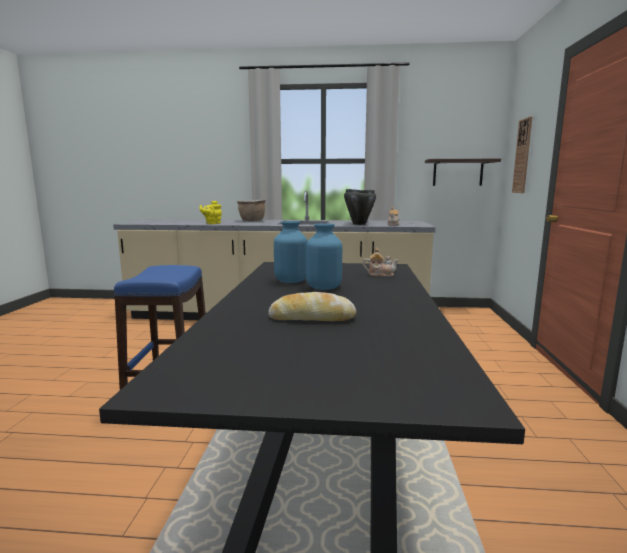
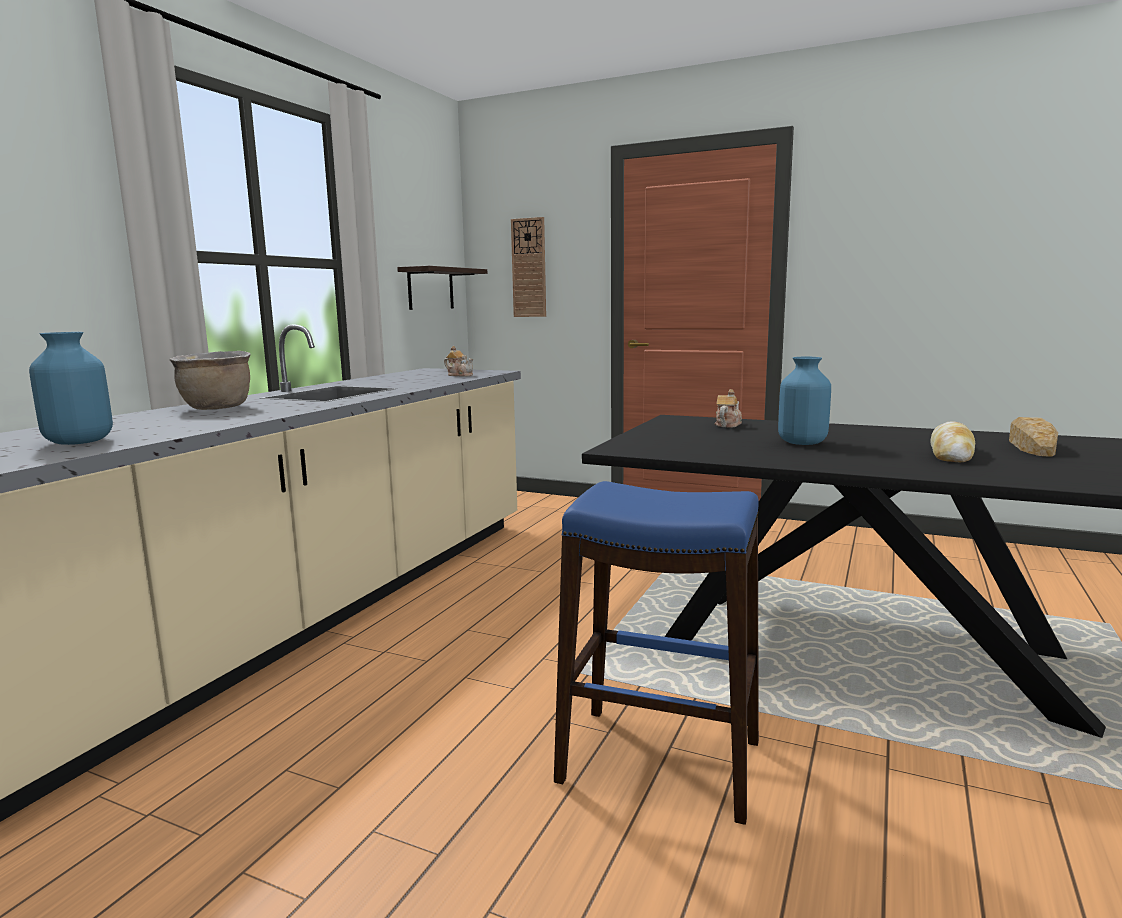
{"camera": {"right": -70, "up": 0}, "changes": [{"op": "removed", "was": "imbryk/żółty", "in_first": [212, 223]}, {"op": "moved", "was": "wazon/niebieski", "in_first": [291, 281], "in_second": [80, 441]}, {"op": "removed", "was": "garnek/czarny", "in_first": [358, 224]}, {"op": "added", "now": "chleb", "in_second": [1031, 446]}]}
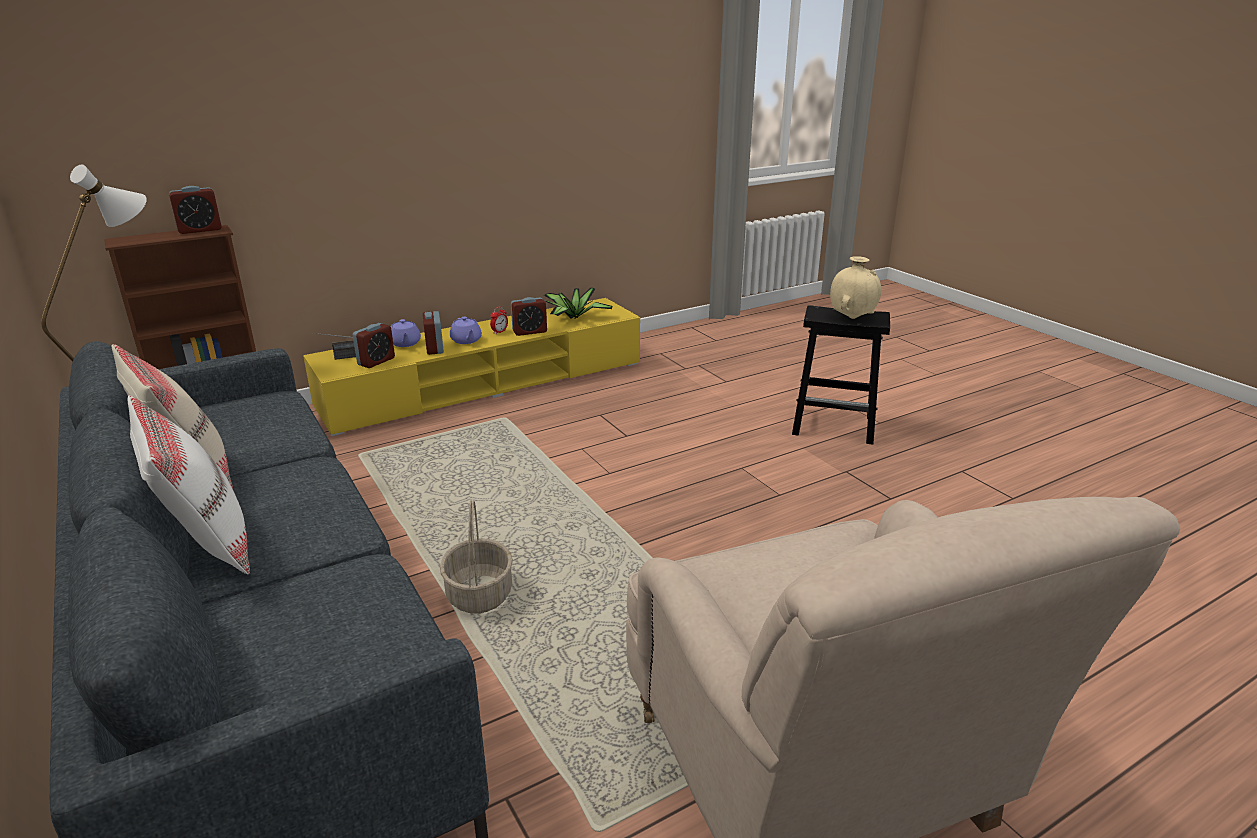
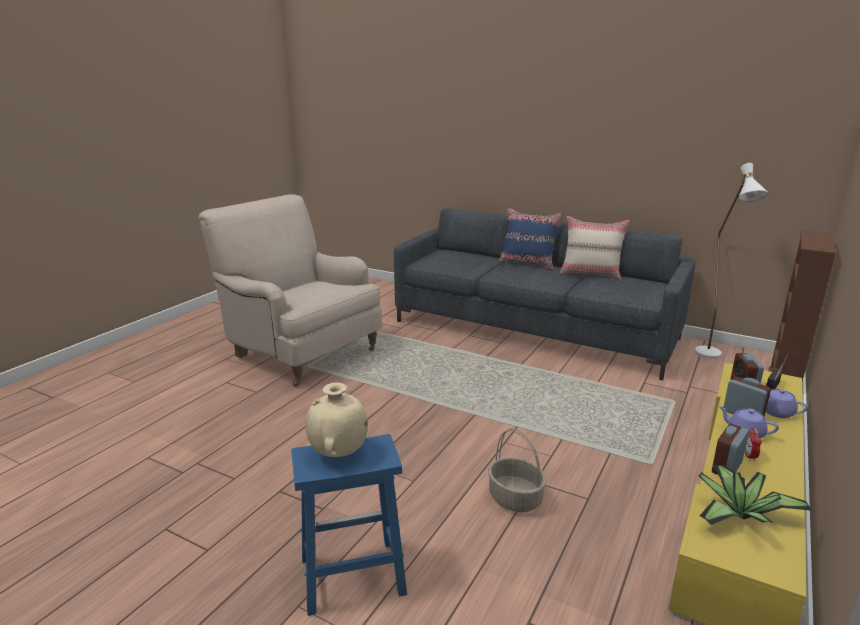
{"camera": {"right": 150, "up": -5}, "changes": [{"op": "recoloured", "was": "poduszka/biały", "now": "poduszka/niebieski", "in_first": [206, 543], "in_second": [528, 264]}, {"op": "removed", "was": "budzik", "in_first": [200, 230]}, {"op": "moved", "was": "koszyk", "in_first": [478, 594], "in_second": [516, 498]}, {"op": "recoloured", "was": "stołek/czarny", "now": "stołek/niebieski", "in_first": [835, 425], "in_second": [350, 576]}]}
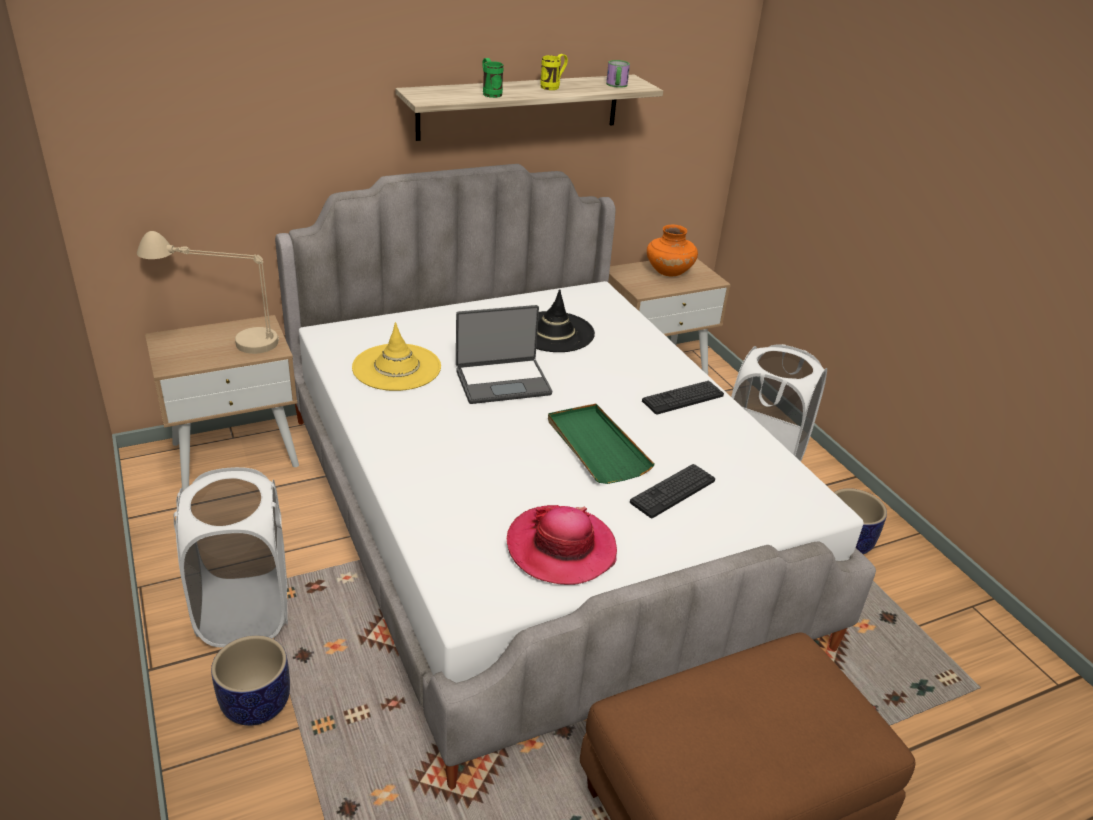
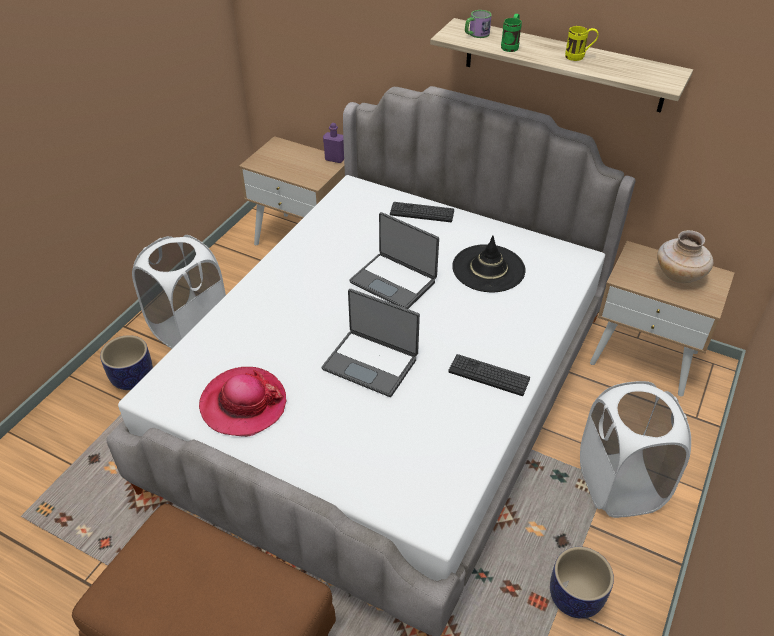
{"camera": {"right": 55, "up": 10}, "changes": [{"op": "removed", "was": "lampa stołowa/beżowy", "in_first": [220, 340]}, {"op": "removed", "was": "kapelusz/żółty", "in_first": [397, 368]}, {"op": "replaced", "was": "taca/zielony", "now": "laptop", "in_first": [596, 446], "in_second": [371, 363]}, {"op": "moved", "was": "kubek", "in_first": [616, 85], "in_second": [476, 34]}, {"op": "moved", "was": "klawiatura", "in_first": [673, 491], "in_second": [422, 213]}, {"op": "recoloured", "was": "wazon/pomarańczowy", "now": "wazon/beżowy", "in_first": [668, 272], "in_second": [679, 275]}, {"op": "added", "now": "butelka/fioletowy", "in_second": [334, 159]}]}
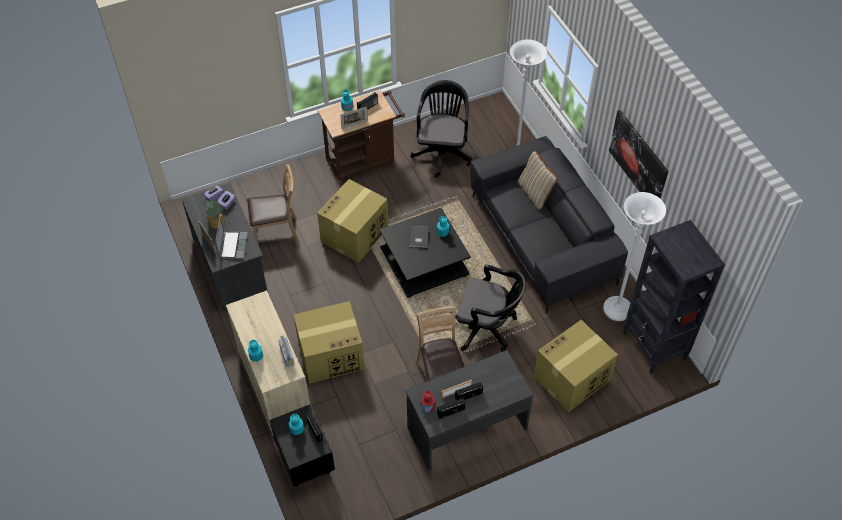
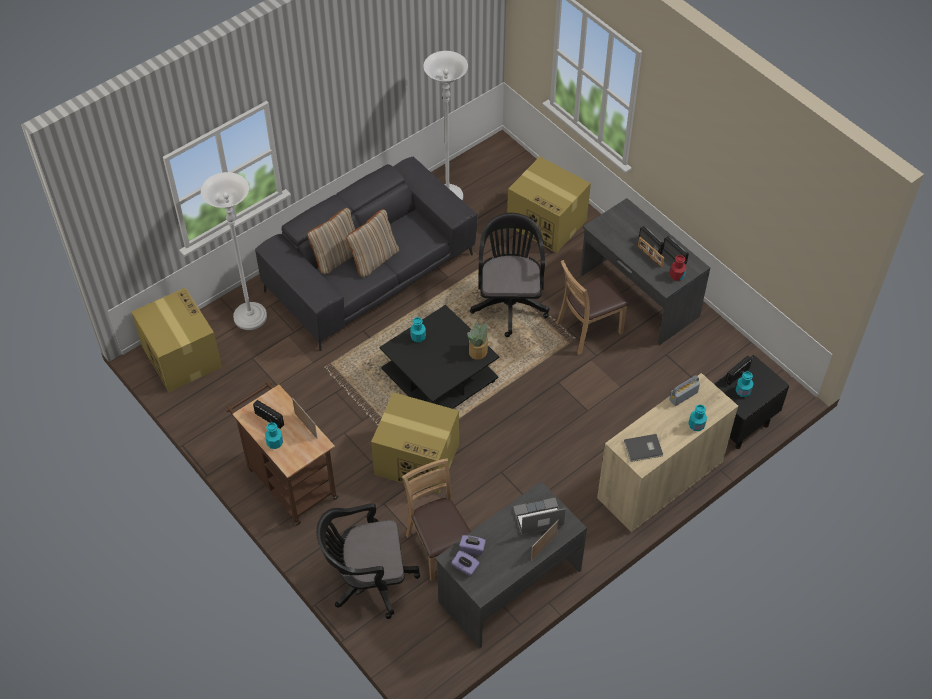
{"camera": {"right": -105, "up": 0}, "changes": [{"op": "moved", "was": "roślina doniczkowa", "in_first": [216, 223], "in_second": [478, 351]}, {"op": "moved", "was": "karton", "in_first": [331, 355], "in_second": [181, 356]}, {"op": "moved", "was": "krzesło biurowe/czarny", "in_first": [442, 152], "in_second": [368, 580]}, {"op": "moved", "was": "książka/szary", "in_first": [418, 238], "in_second": [644, 449]}, {"op": "removed", "was": "obraz", "in_first": [638, 160]}, {"op": "removed", "was": "regał/czarny", "in_first": [654, 347]}, {"op": "added", "now": "poduszka/beżowy", "in_second": [374, 259]}]}
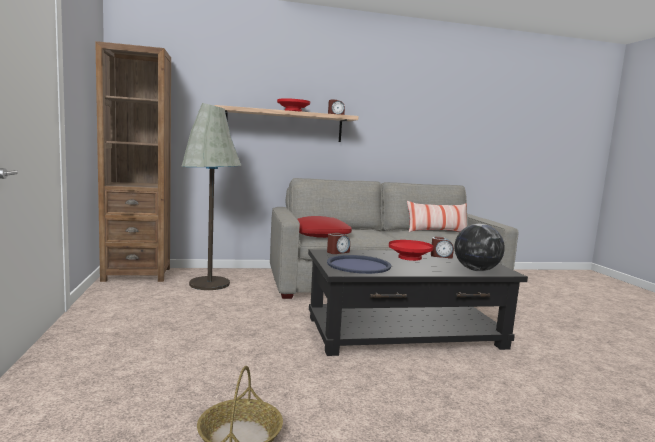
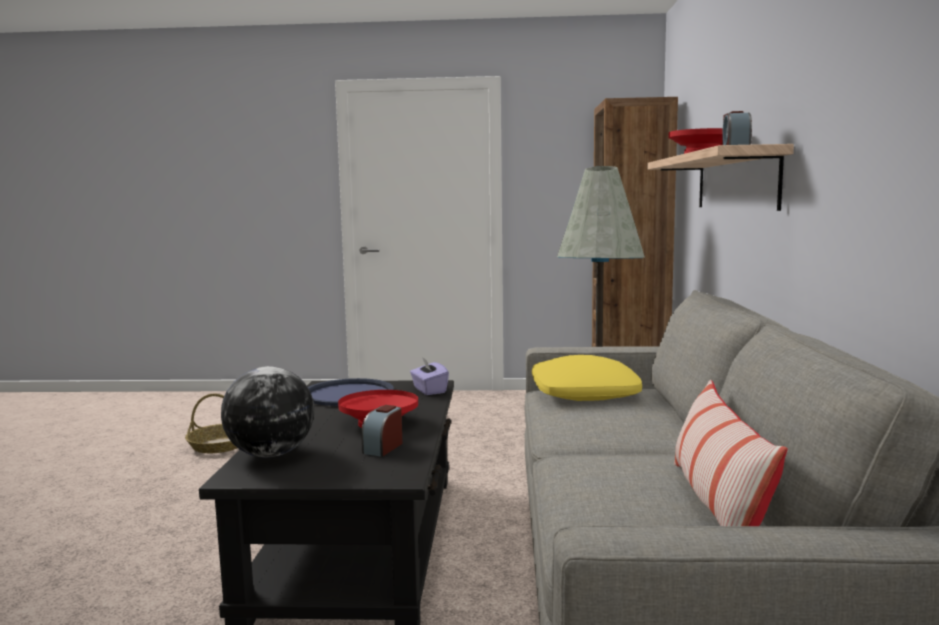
{"camera": {"right": 105, "up": 0}, "changes": [{"op": "recoloured", "was": "poduszka/czerwony", "now": "poduszka/żółty", "in_first": [319, 235], "in_second": [583, 393]}, {"op": "replaced", "was": "budzik", "now": "pudełko chusteczek/fioletowy", "in_first": [338, 252], "in_second": [429, 390]}]}
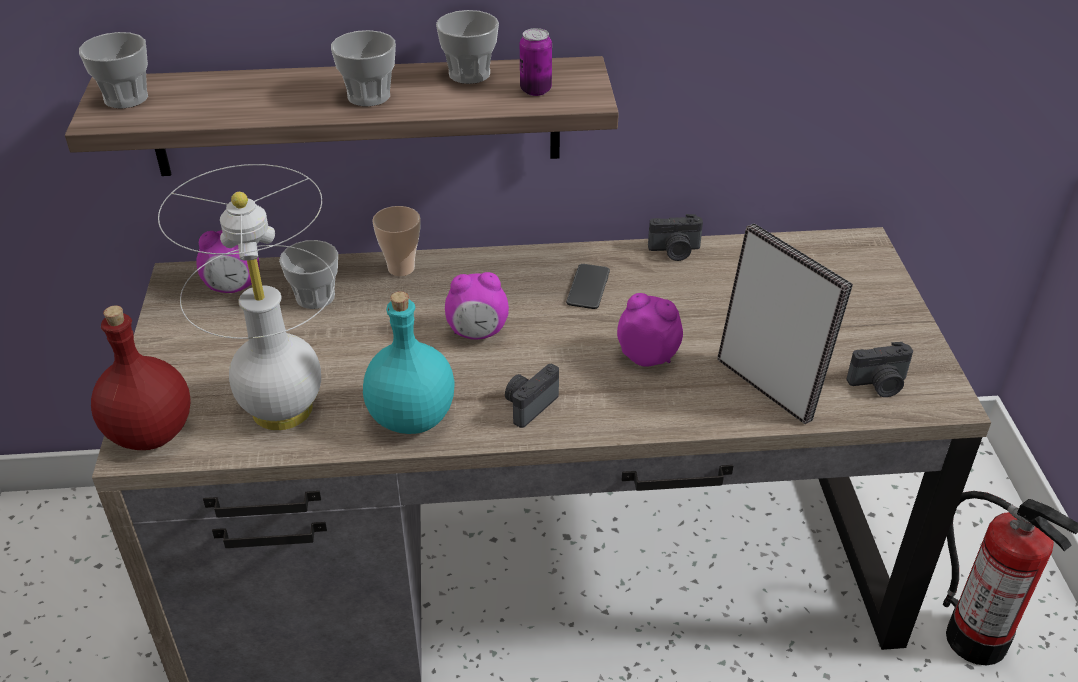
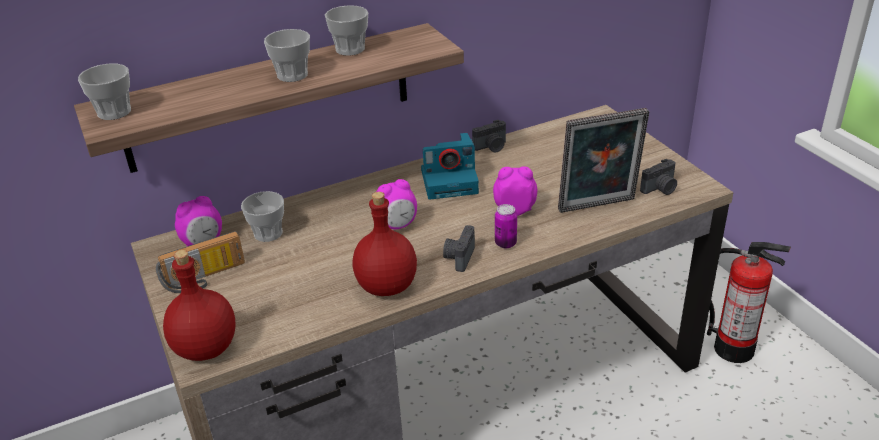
{"camera": {"right": -20, "up": -5}, "changes": [{"op": "removed", "was": "lampa stołowa/biały", "in_first": [281, 410]}, {"op": "recoloured", "was": "butelka/turkusowy", "now": "butelka/czerwony", "in_first": [410, 418], "in_second": [386, 287]}, {"op": "removed", "was": "filiżanka", "in_first": [401, 268]}, {"op": "moved", "was": "puszka", "in_first": [535, 90], "in_second": [505, 243]}, {"op": "replaced", "was": "telefon", "now": "aparat fotograficzny", "in_first": [588, 287], "in_second": [450, 181]}, {"op": "turned", "was": "ramka na zdjęcie", "in_first": [768, 386], "in_second": [598, 207], "clockwise": 135}, {"op": "added", "now": "radio", "in_second": [205, 279]}]}
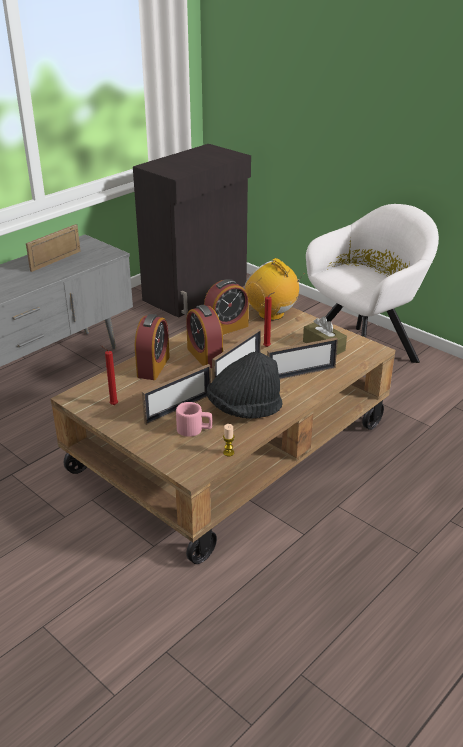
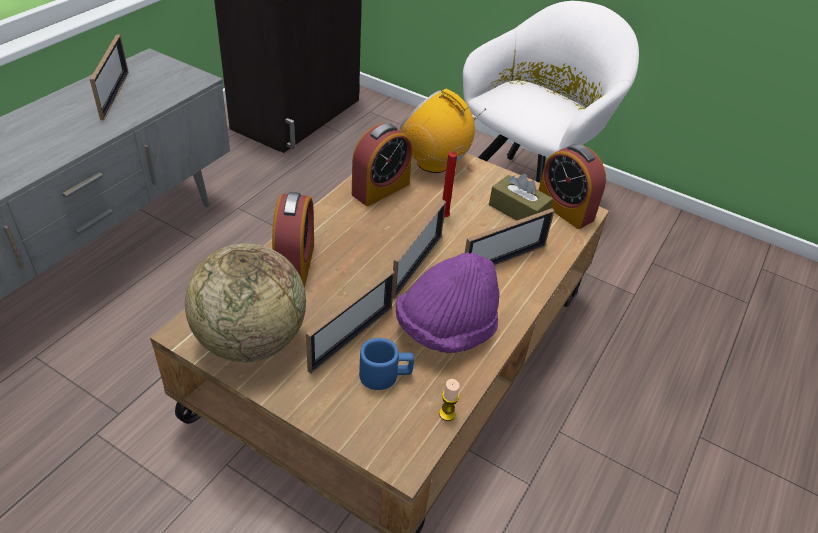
{"camera": {"right": -15, "up": 10}, "changes": [{"op": "turned", "was": "ramka na zdjęcie", "in_first": [56, 261], "in_second": [115, 95], "clockwise": 150}, {"op": "replaced", "was": "świeca/czerwony", "now": "globus", "in_first": [112, 404], "in_second": [251, 340]}, {"op": "recoloured", "was": "kubek/różowy", "now": "kubek/niebieski", "in_first": [194, 429], "in_second": [385, 375]}, {"op": "moved", "was": "budzik", "in_first": [205, 356], "in_second": [564, 209]}, {"op": "recoloured", "was": "kapelusz/czarny", "now": "kapelusz/fioletowy", "in_first": [244, 409], "in_second": [445, 329]}]}
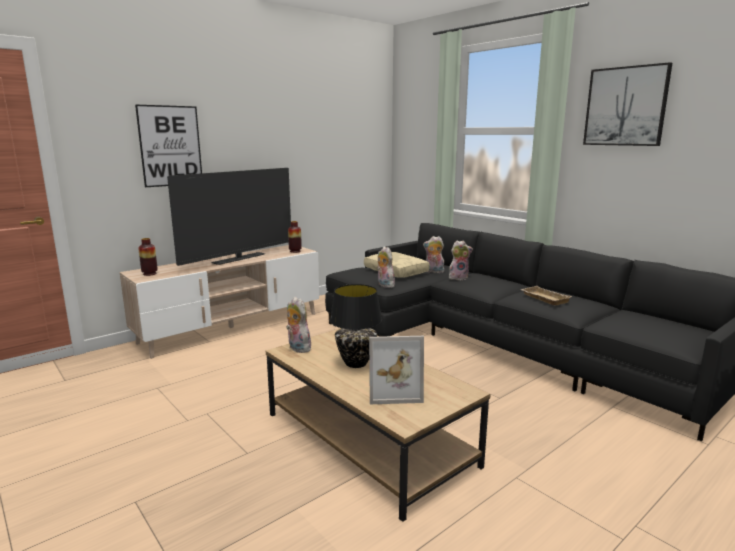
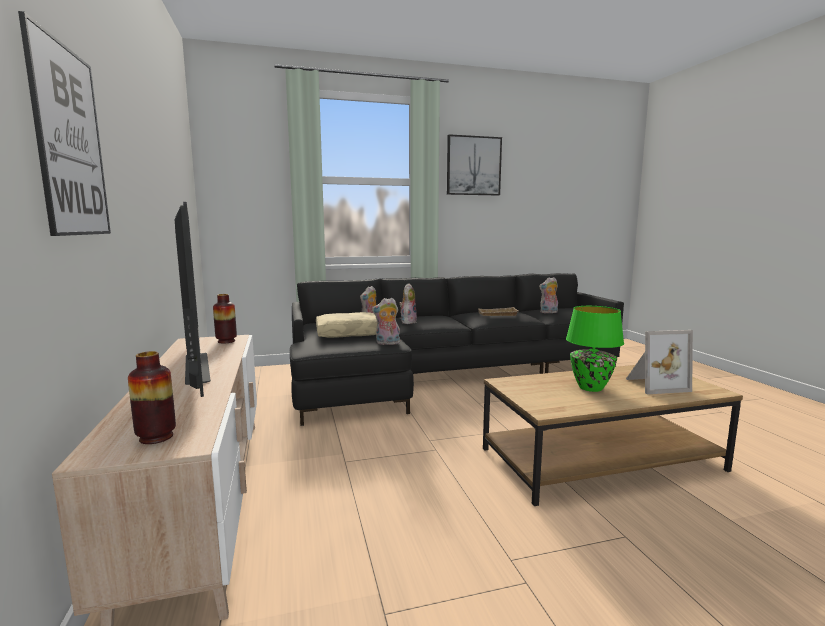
{"camera": {"right": -65, "up": -5}, "changes": [{"op": "moved", "was": "pluszak", "in_first": [297, 348], "in_second": [548, 312]}, {"op": "recoloured", "was": "lampa stołowa/czarny", "now": "lampa stołowa/zielony", "in_first": [356, 363], "in_second": [591, 387]}, {"op": "turned", "was": "ramka na zdjęcie", "in_first": [394, 391], "in_second": [654, 385], "clockwise": 60}]}
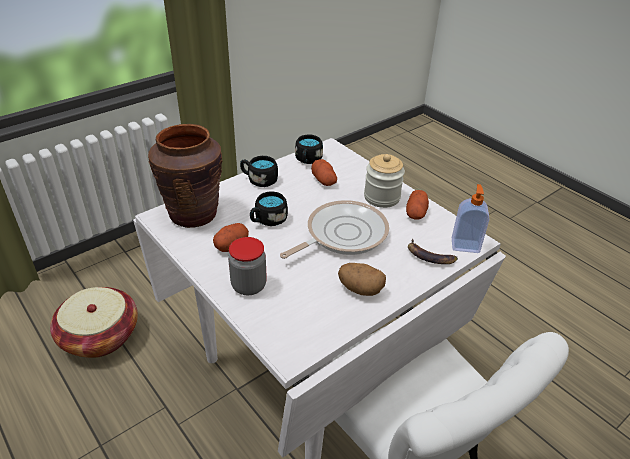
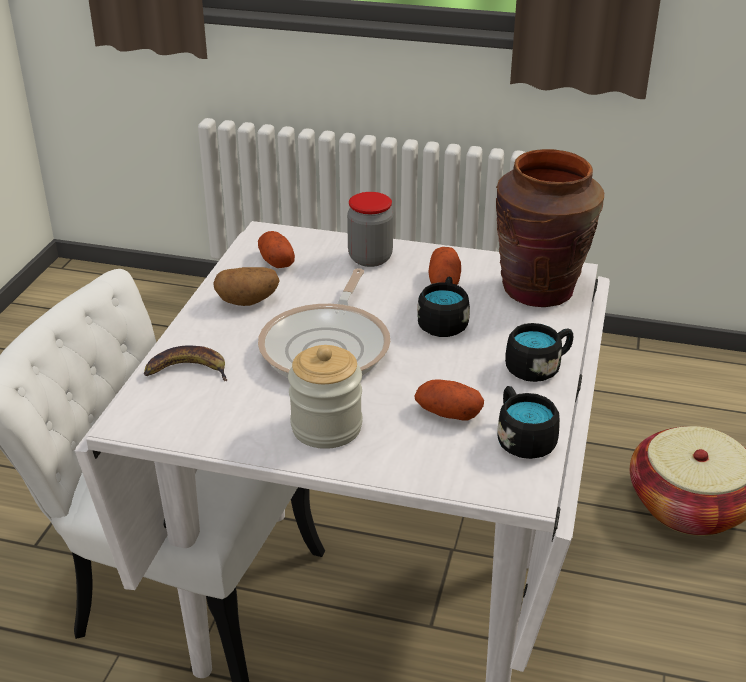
{"camera": {"right": 145, "up": -5}, "changes": [{"op": "moved", "was": "ziemniak", "in_first": [416, 212], "in_second": [276, 261]}, {"op": "removed", "was": "dozownik mydła", "in_first": [465, 245]}]}
